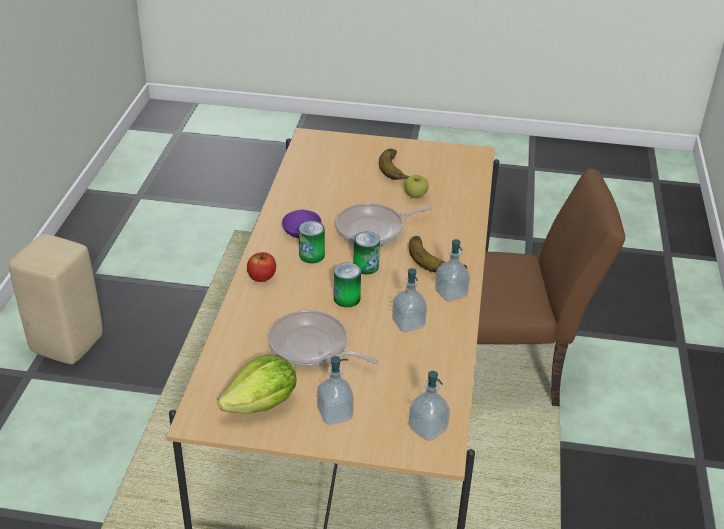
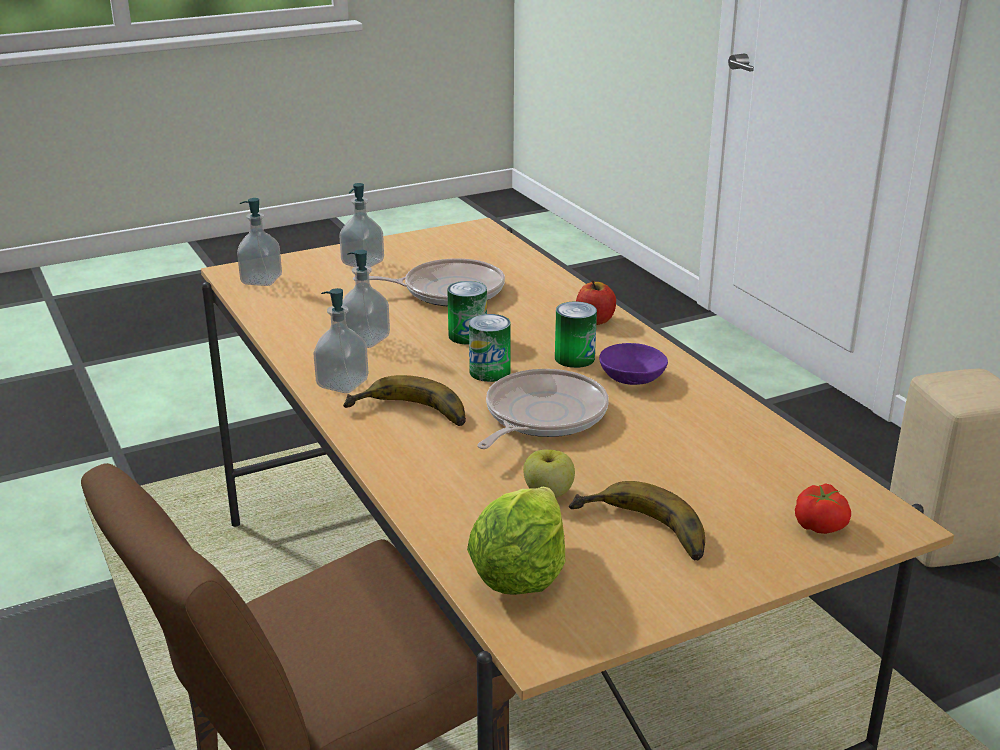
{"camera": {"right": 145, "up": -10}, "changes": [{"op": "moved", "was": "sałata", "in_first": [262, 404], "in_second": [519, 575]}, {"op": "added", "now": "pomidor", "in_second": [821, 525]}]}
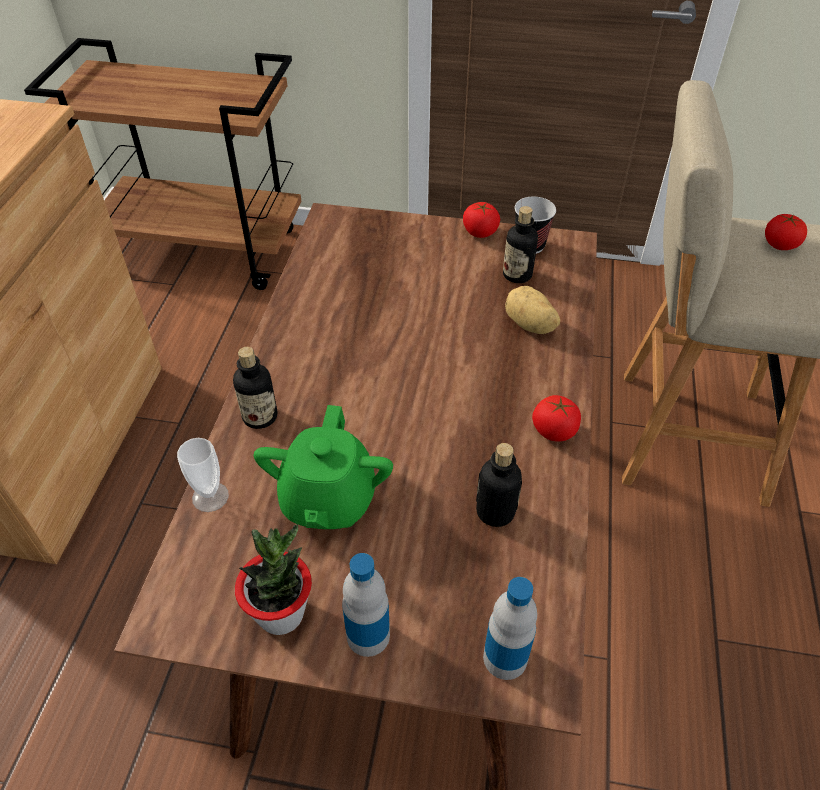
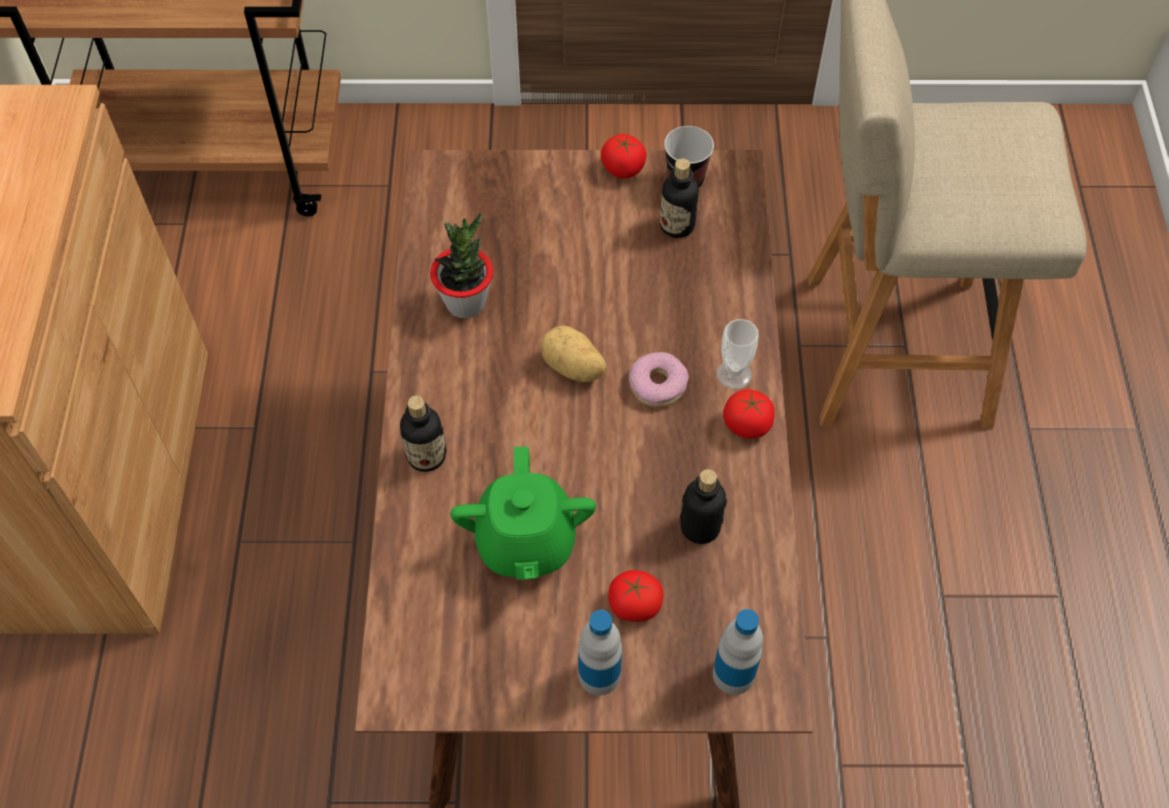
{"camera": {"right": -10, "up": 10}, "changes": [{"op": "moved", "was": "filiżanka", "in_first": [210, 497], "in_second": [734, 374]}, {"op": "moved", "was": "roślina doniczkowa", "in_first": [281, 613], "in_second": [465, 303]}, {"op": "moved", "was": "ziemniak", "in_first": [529, 325], "in_second": [573, 368]}, {"op": "moved", "was": "pomidor", "in_first": [780, 245], "in_second": [635, 605]}, {"op": "added", "now": "donut", "in_second": [658, 385]}]}
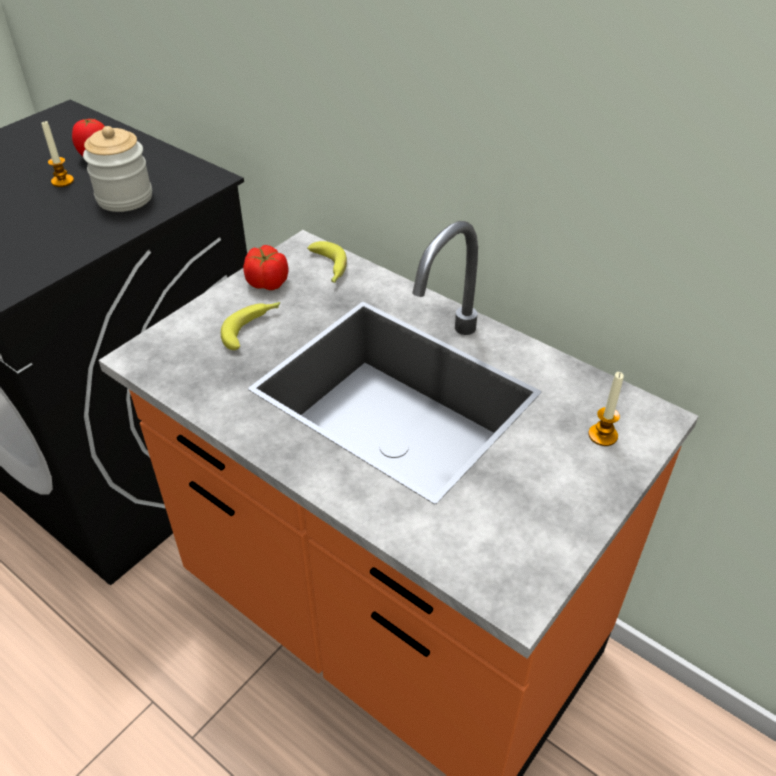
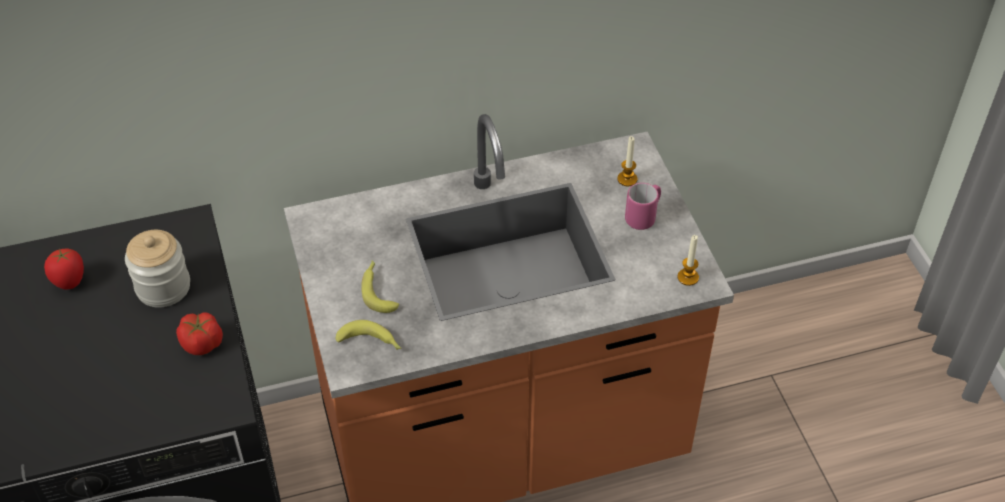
{"camera": {"right": -55, "up": 5}, "changes": [{"op": "moved", "was": "świeca", "in_first": [62, 181], "in_second": [688, 277]}, {"op": "moved", "was": "pomidor", "in_first": [267, 283], "in_second": [202, 343]}, {"op": "moved", "was": "banan", "in_first": [329, 269], "in_second": [371, 343]}, {"op": "added", "now": "kubek/różowy", "in_second": [643, 217]}]}
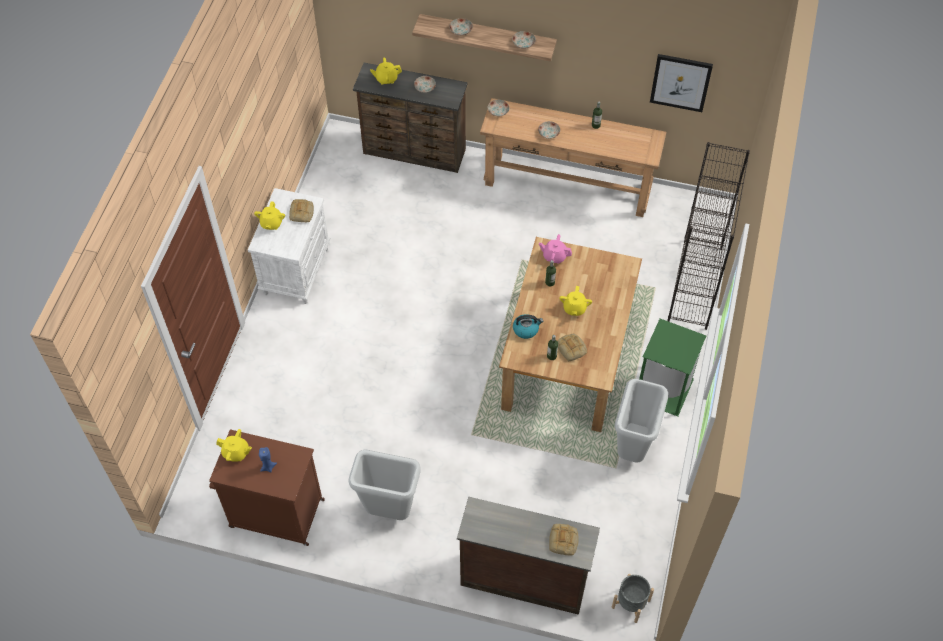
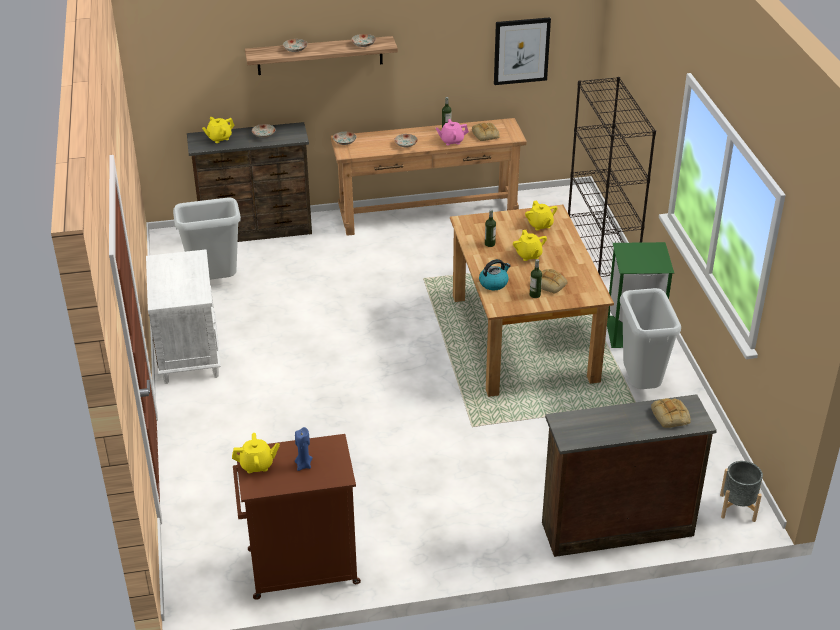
{"camera": {"right": -25, "up": -20}, "changes": [{"op": "moved", "was": "imbryk/żółty", "in_first": [271, 223], "in_second": [540, 225]}, {"op": "moved", "was": "chleb", "in_first": [302, 213], "in_second": [486, 135]}, {"op": "moved", "was": "kosz na śmieci/szary", "in_first": [388, 511], "in_second": [214, 283]}, {"op": "moved", "was": "imbryk/różowy", "in_first": [554, 256], "in_second": [451, 141]}]}
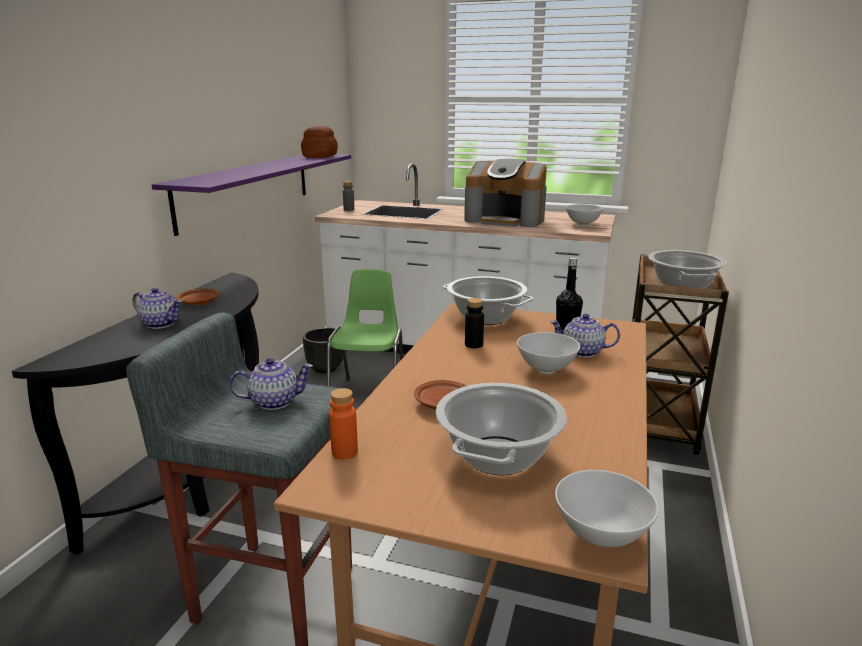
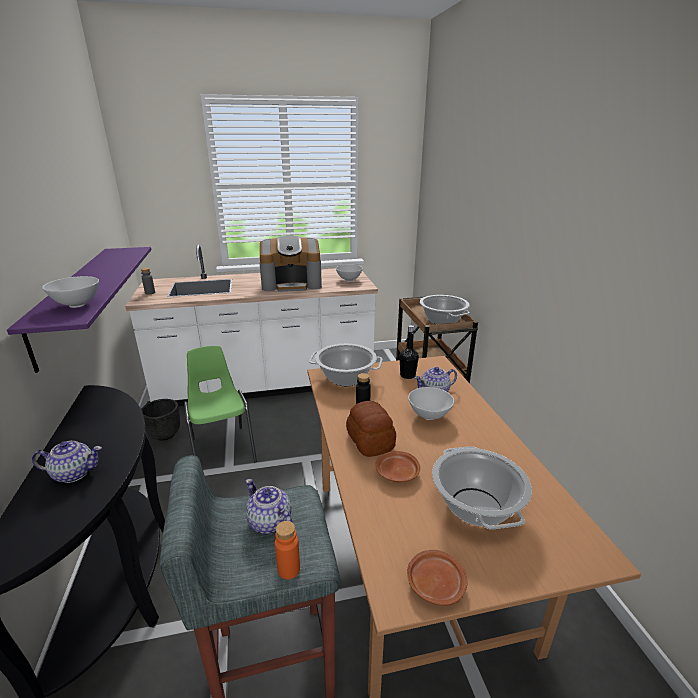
{"camera": {"right": -30, "up": 5}, "changes": [{"op": "moved", "was": "talerz/brązowy", "in_first": [199, 303], "in_second": [435, 583]}, {"op": "turned", "was": "imbryk", "in_first": [273, 402], "in_second": [269, 522], "clockwise": -90}, {"op": "moved", "was": "chleb", "in_first": [321, 156], "in_second": [370, 440]}, {"op": "moved", "was": "butelka/pomarańczowy", "in_first": [344, 452], "in_second": [288, 569]}, {"op": "moved", "was": "miska/biały", "in_first": [602, 536], "in_second": [78, 305]}]}
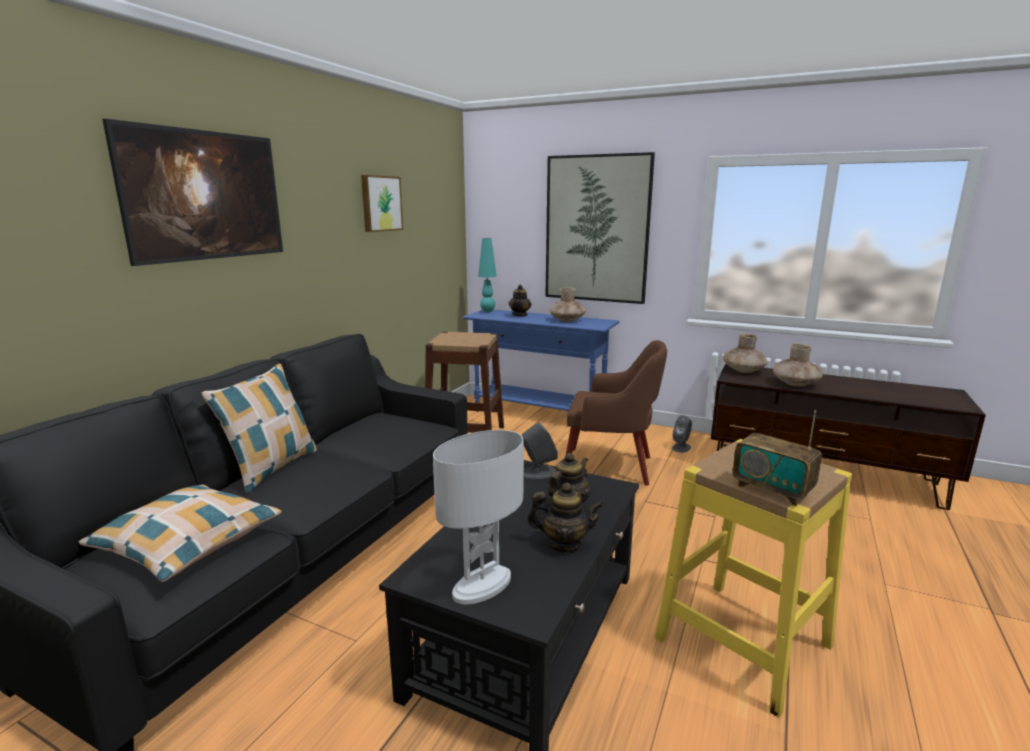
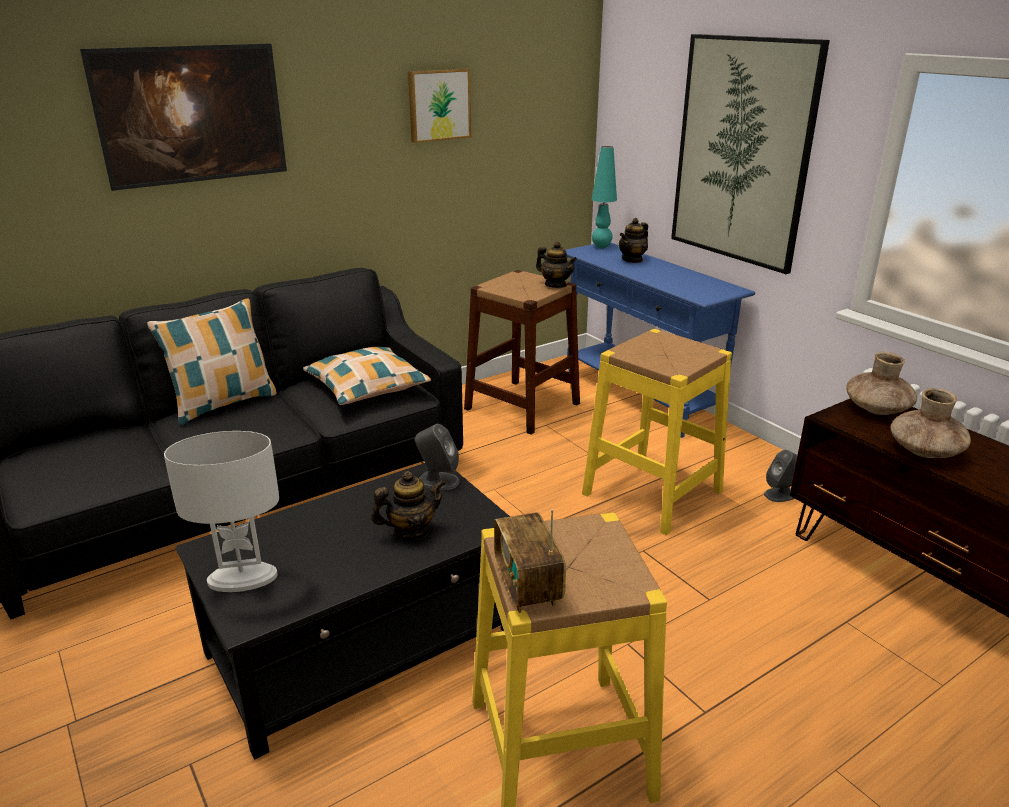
{"camera": {"right": 30, "up": 10}, "changes": [{"op": "moved", "was": "poduszka", "in_first": [188, 542], "in_second": [367, 386]}, {"op": "moved", "was": "imbryk", "in_first": [564, 544], "in_second": [555, 285]}, {"op": "removed", "was": "wazon/brązowy", "in_first": [567, 320]}, {"op": "replaced", "was": "fotel/brązowy", "now": "stołek/żółty", "in_first": [611, 466], "in_second": [652, 493]}]}
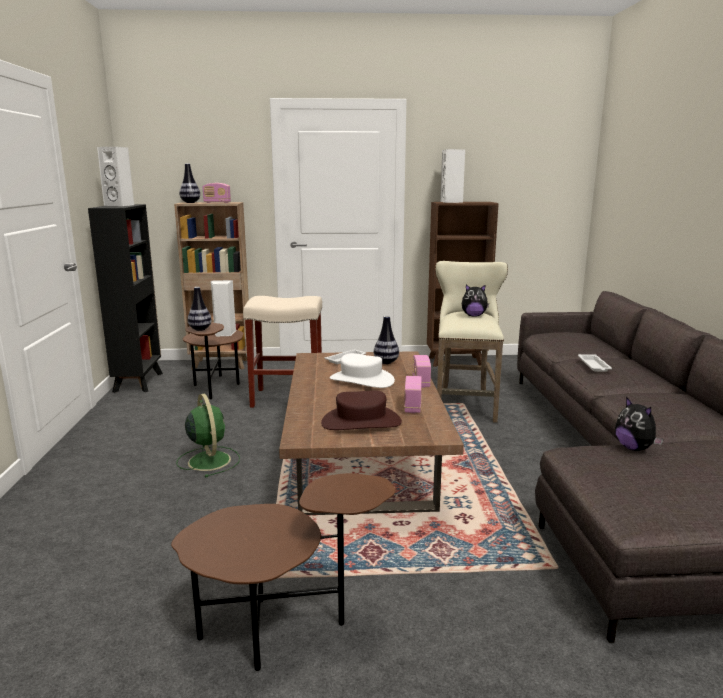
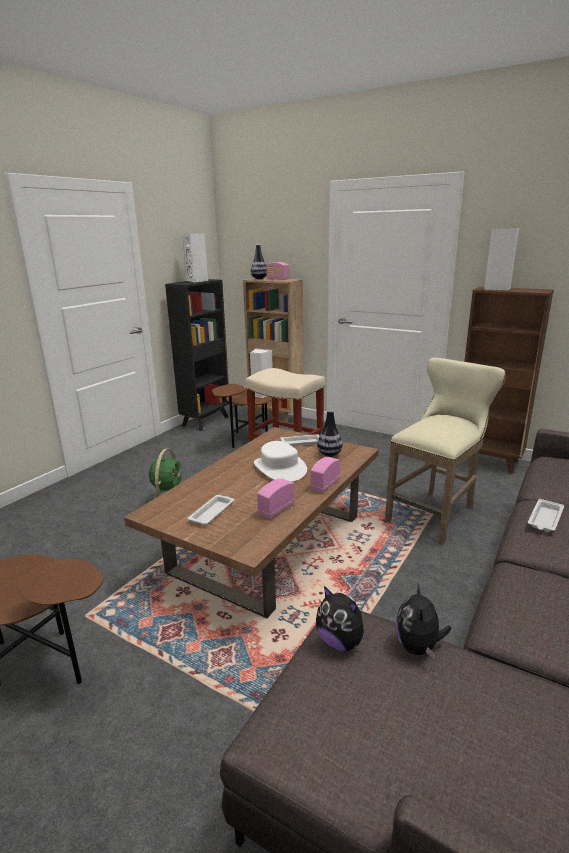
{"camera": {"right": 35, "up": 5}, "changes": [{"op": "removed", "was": "wazon", "in_first": [200, 329]}, {"op": "replaced", "was": "kapelusz/brązowy", "now": "taca/biały", "in_first": [361, 422], "in_second": [212, 512]}, {"op": "moved", "was": "pluszak", "in_first": [473, 316], "in_second": [341, 642]}]}
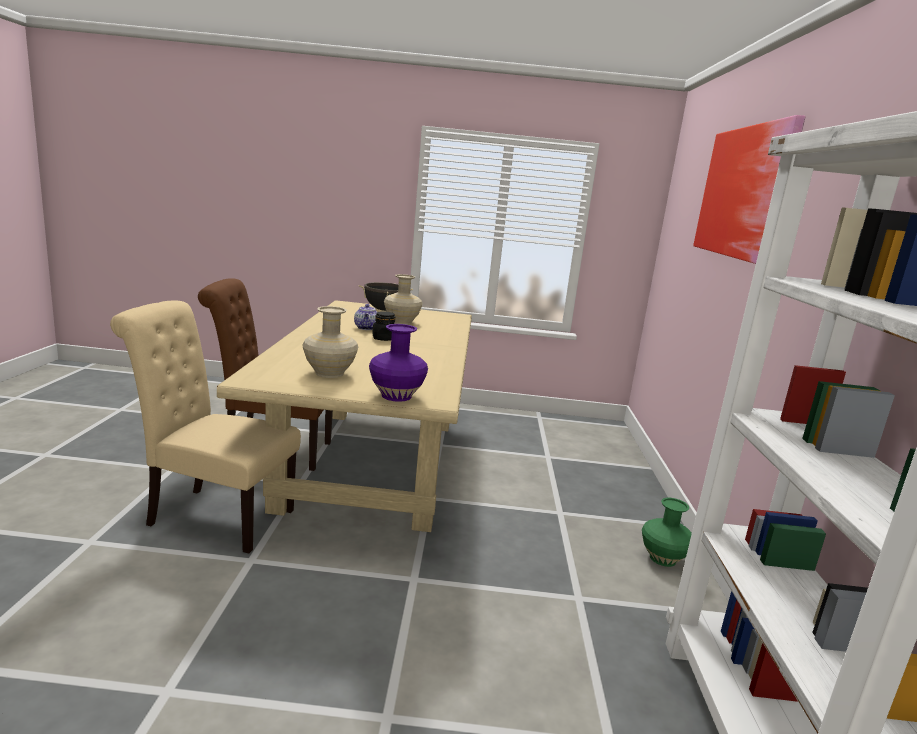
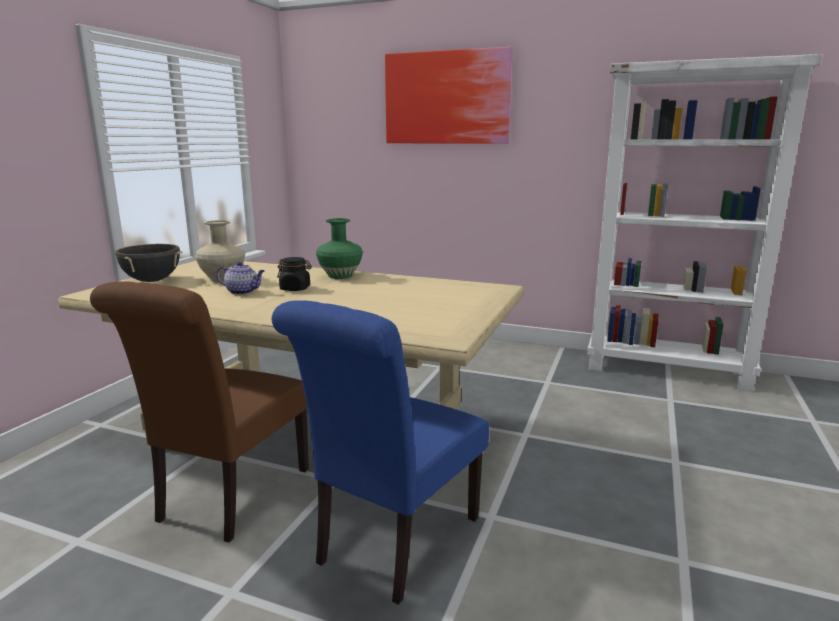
{"camera": {"right": -70, "up": 0}, "changes": [{"op": "recoloured", "was": "krzesło/beżowy", "now": "krzesło/niebieski", "in_first": [213, 516], "in_second": [392, 544]}, {"op": "removed", "was": "wazon/beżowy", "in_first": [330, 373]}, {"op": "removed", "was": "wazon/fioletowy", "in_first": [396, 396]}, {"op": "moved", "was": "wazon/zielony", "in_first": [662, 558], "in_second": [340, 276]}]}
